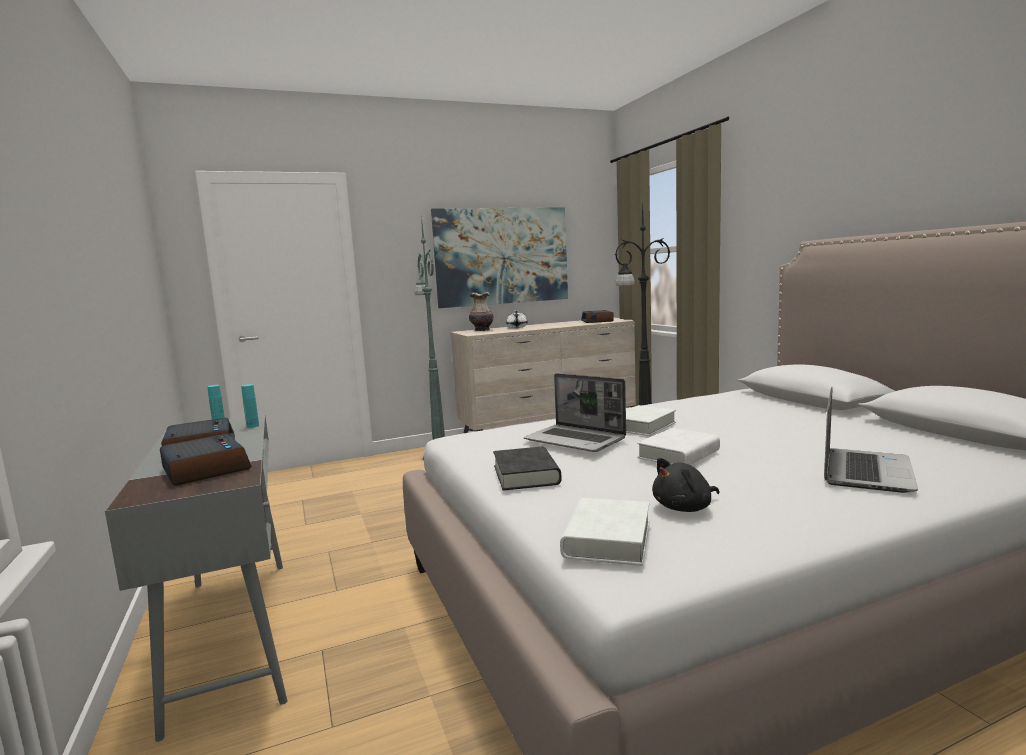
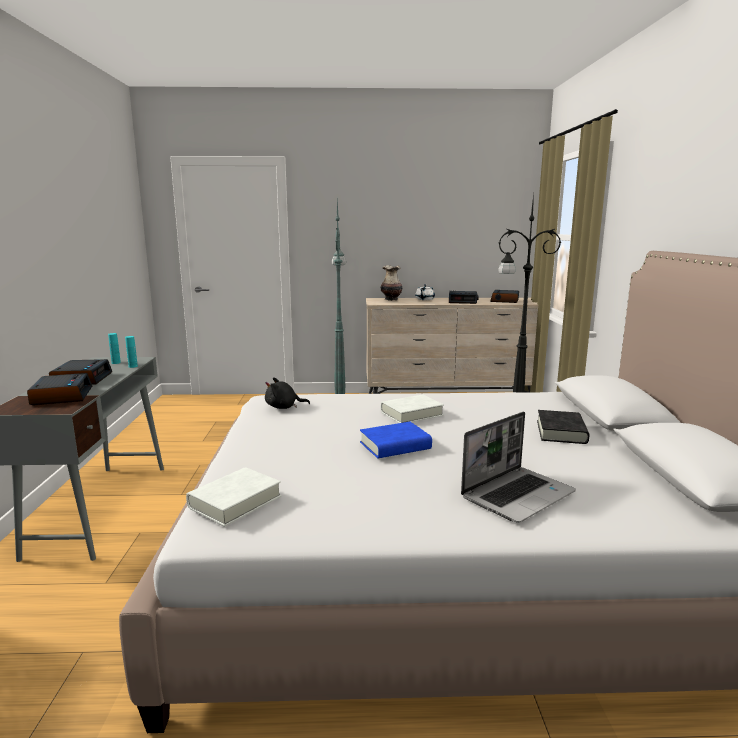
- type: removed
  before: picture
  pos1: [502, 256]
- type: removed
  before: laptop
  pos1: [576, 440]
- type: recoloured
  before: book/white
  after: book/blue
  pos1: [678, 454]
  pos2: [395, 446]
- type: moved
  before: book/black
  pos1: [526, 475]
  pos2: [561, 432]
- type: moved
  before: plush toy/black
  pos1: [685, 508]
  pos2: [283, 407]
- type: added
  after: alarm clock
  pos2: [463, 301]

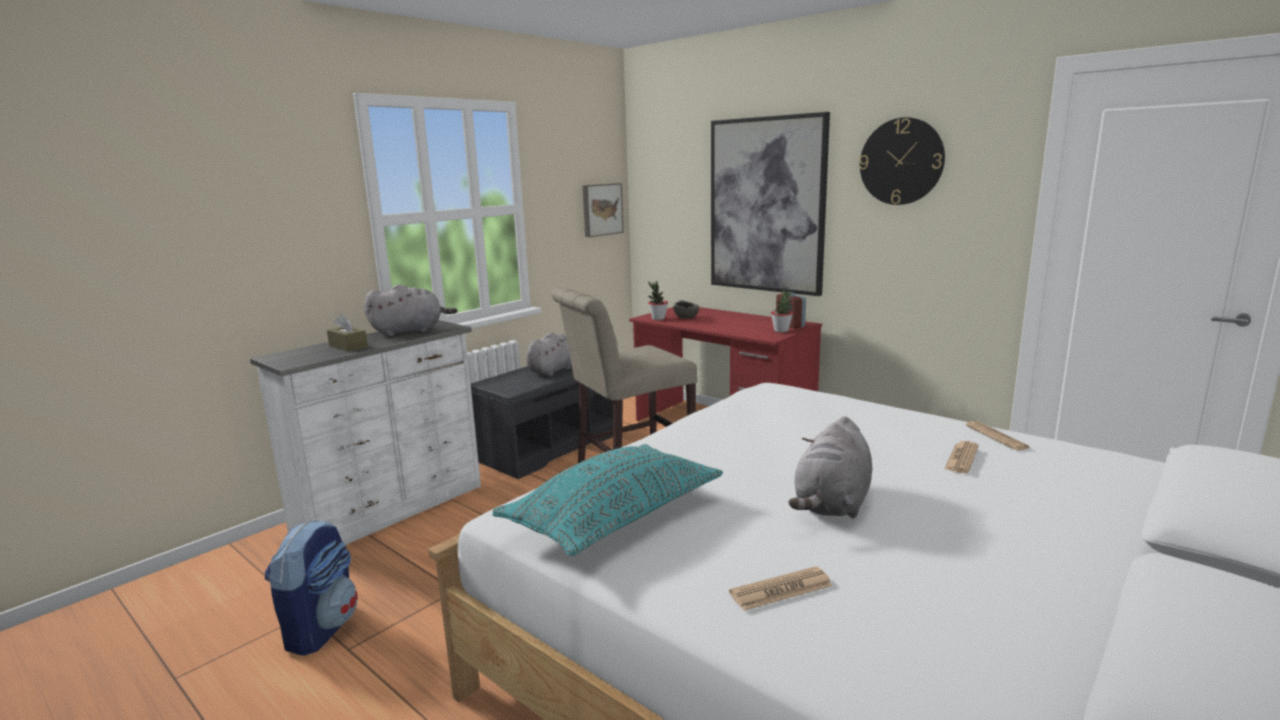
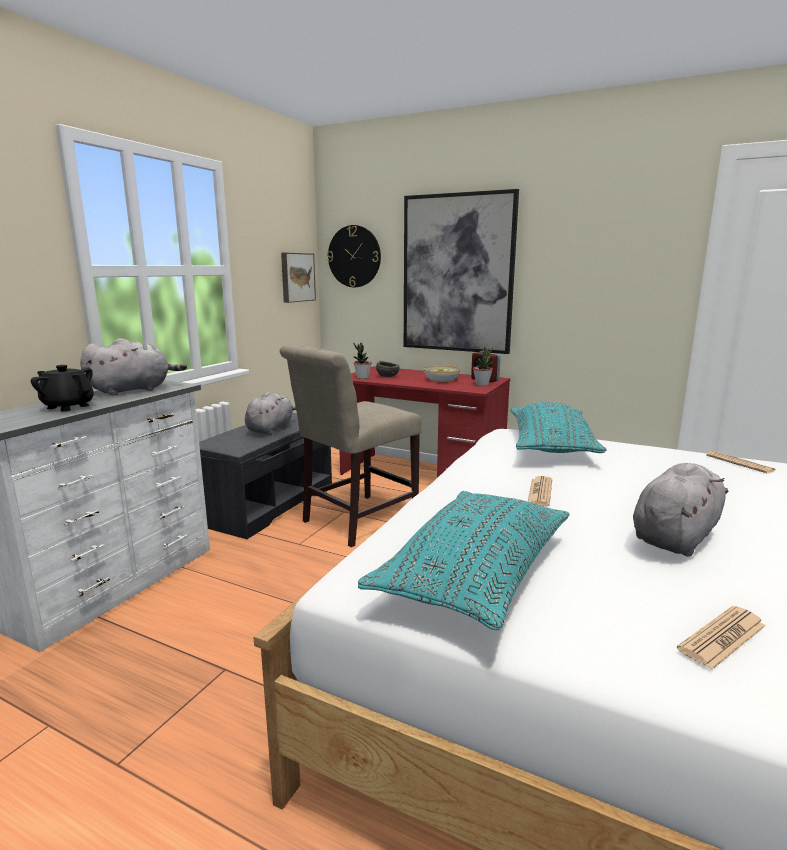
- type: moved
  before: wall clock
  pos1: [901, 161]
  pos2: [354, 256]
- type: replaced
  before: tissue box/brown
  after: teapot/black
  pos1: [348, 346]
  pos2: [68, 406]
- type: turned
  before: plush toy/grey
  pos1: [832, 504]
  pos2: [675, 536]
  turn: -150
- type: moved
  before: newspaper
  pos1: [961, 458]
  pos2: [540, 492]
- type: removed
  before: backpack
  pos1: [320, 628]
- type: added
  after: bowl
  pos2: [441, 379]
- type: added
  after: pillow/turquoise
  pos2: [550, 445]

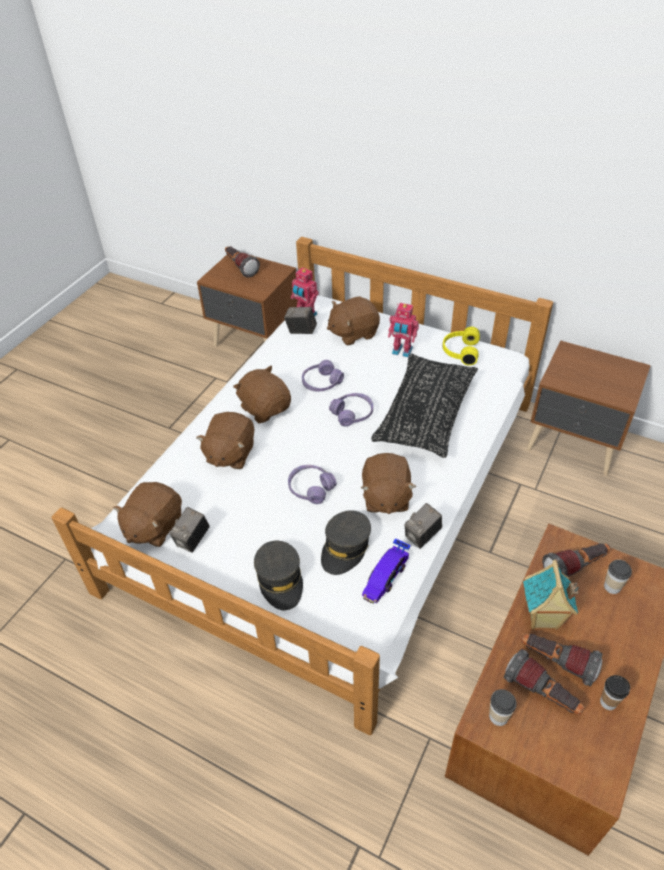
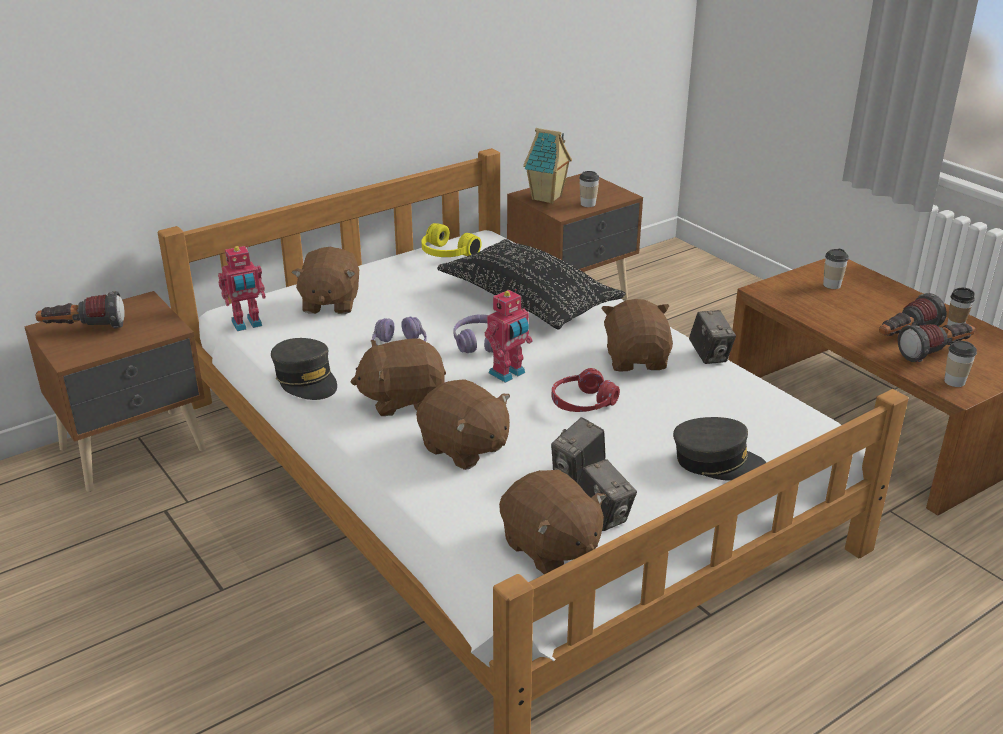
- type: moved
  before: toy robot
  pos1: [401, 352]
  pos2: [508, 374]
- type: moved
  before: photo camera
  pos1: [301, 331]
  pos2: [577, 472]
- type: turned
  before: plush toy/brown
  pos1: [385, 497]
  pos2: [637, 360]
  turn: -120
- type: recoloured
  before: headphones/purple
  after: headphones/red
  pos1: [311, 488]
  pos2: [582, 403]
- type: moved
  before: cap/grey
  pos1: [345, 548]
  pos2: [306, 380]
- type: removed
  before: toy car
  pos1: [386, 577]
- type: removed
  before: flashlight
  pos1: [575, 568]
- type: moved
  before: toy house
  pos1: [542, 618]
  pos2: [547, 198]
- type: added
  after: cup
  pos2: [588, 204]

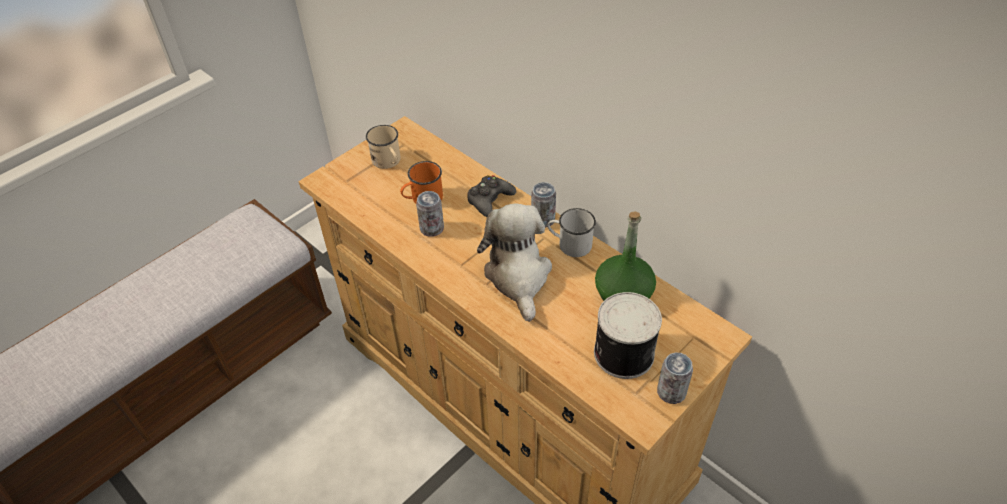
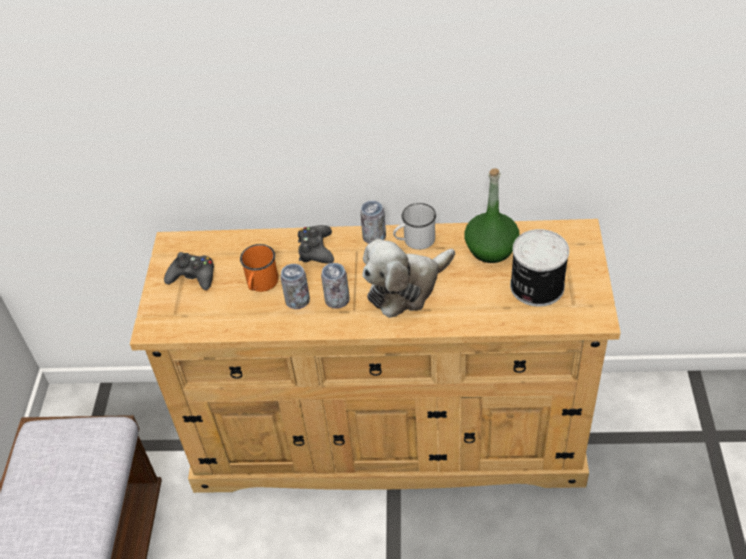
- type: replaced
  before: mug/beige
  after: game controller/black
  pos1: [388, 162]
  pos2: [193, 276]
- type: turned
  before: plush toy
  pos1: [518, 276]
  pos2: [406, 288]
  turn: -75
- type: moved
  before: can
  pos1: [671, 392]
  pos2: [337, 300]

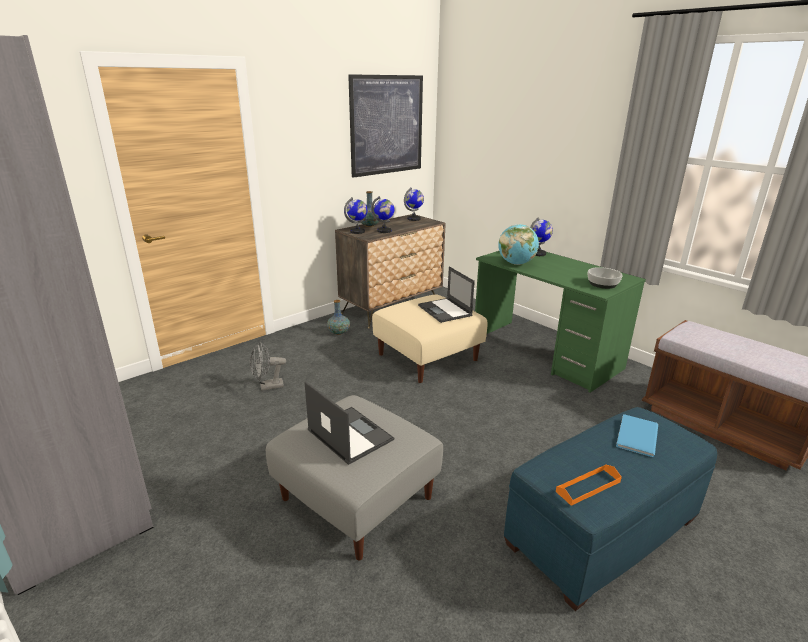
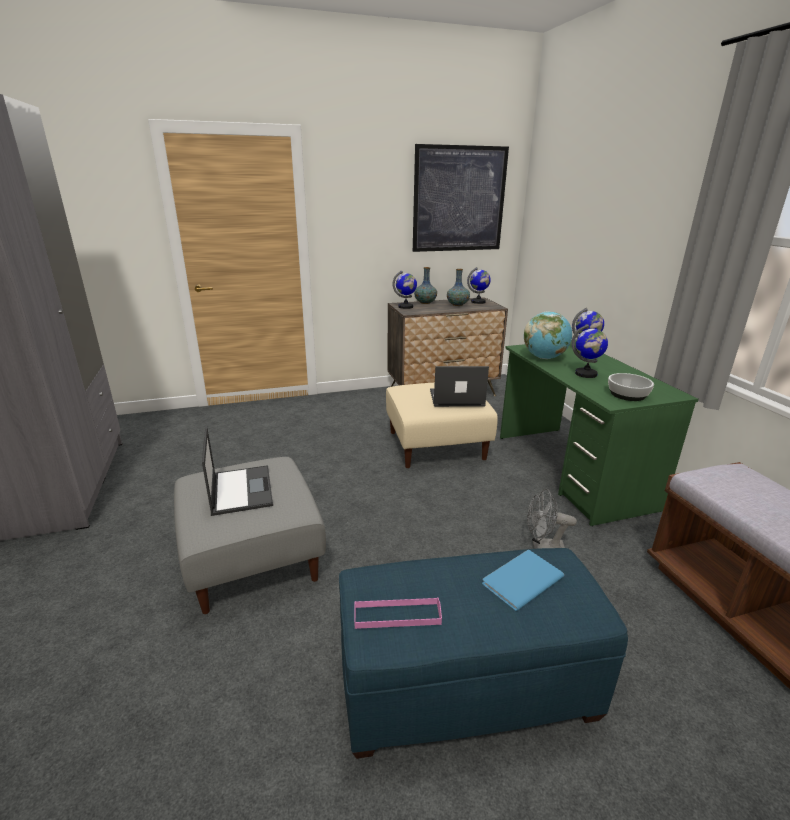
- type: moved
  before: globe
  pos1: [384, 231]
  pos2: [586, 374]
- type: turned
  before: laptop
  pos1: [445, 311]
  pos2: [455, 398]
  turn: 90
- type: moved
  before: vase
  pos1: [339, 332]
  pos2: [457, 305]
- type: moved
  before: fan/grey
  pos1: [267, 386]
  pos2: [542, 548]
- type: recoloured
  before: tray/orange
  after: tray/pink
  pos1: [588, 486]
  pos2: [397, 615]

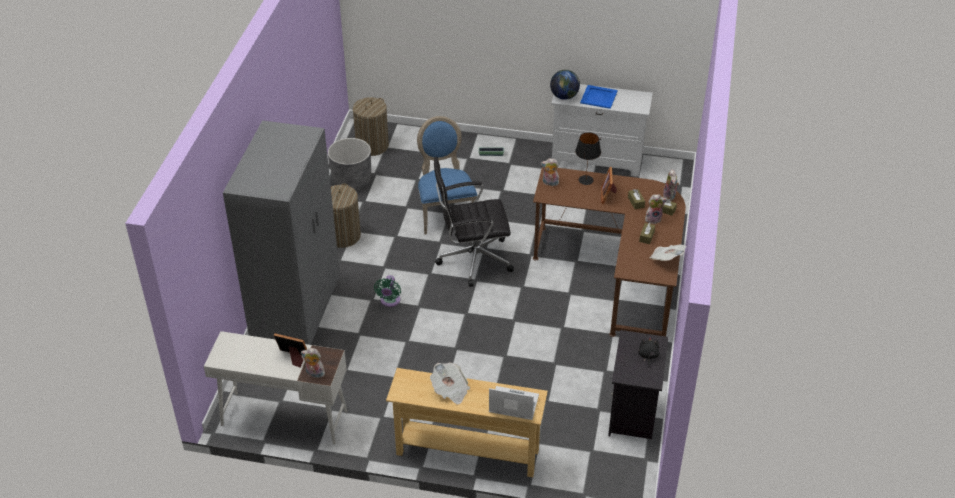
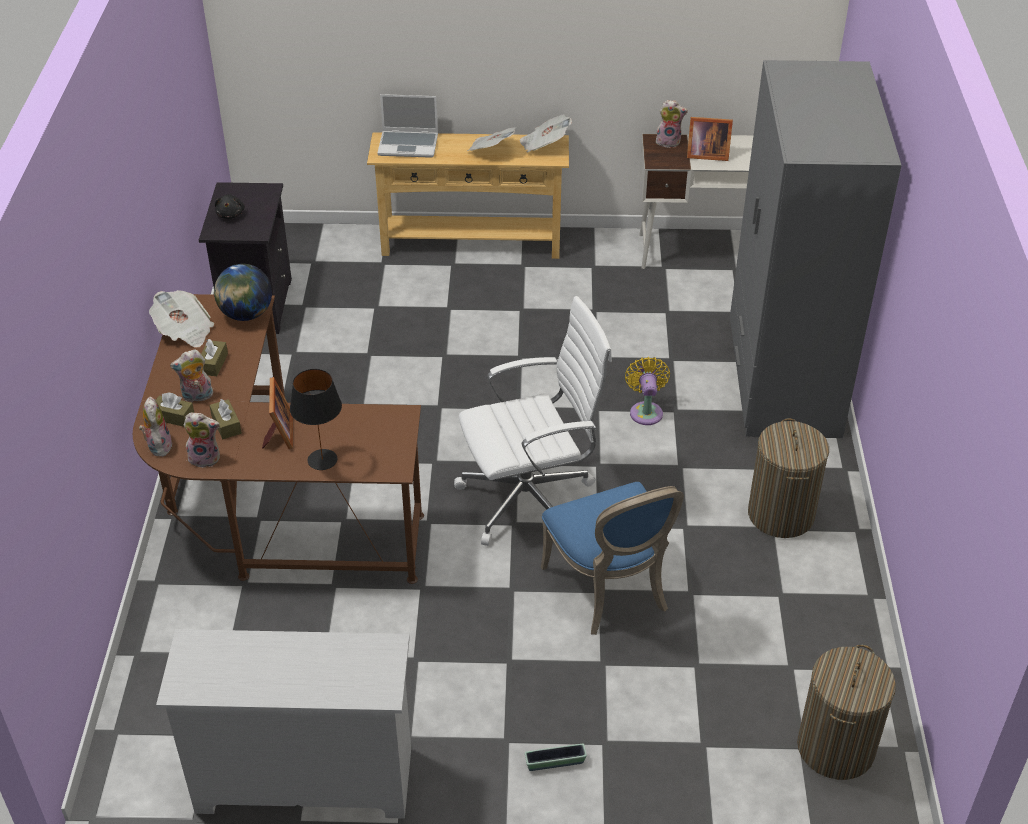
- type: moved
  before: globe
  pos1: [564, 96]
  pos2: [246, 314]
- type: removed
  before: tray/blue
  pos1: [598, 97]
- type: removed
  before: planter/grey
  pos1: [352, 180]
- type: recoloured
  before: office chair/black
  after: office chair/white
  pos1: [472, 259]
  pos2: [531, 499]
- type: moved
  before: plush toy
  pos1: [549, 183]
  pos2: [206, 457]
- type: recoloured
  before: fan/green
  after: fan/yellow
  pos1: [389, 301]
  pos2: [646, 411]
- type: added
  after: newspaper
  pos2: [544, 145]

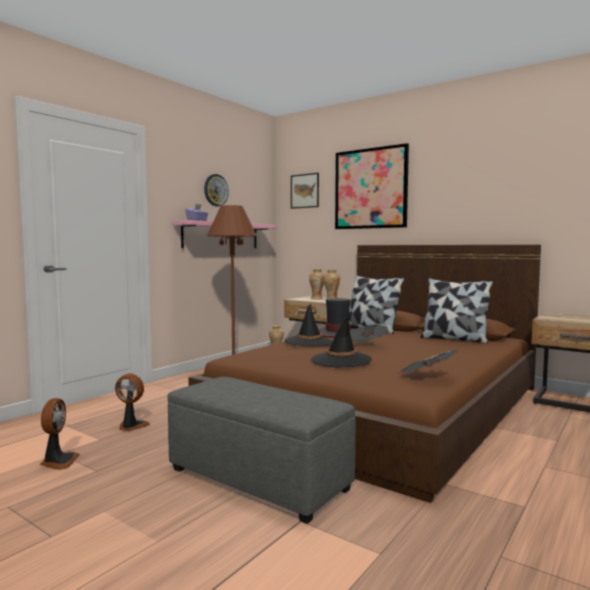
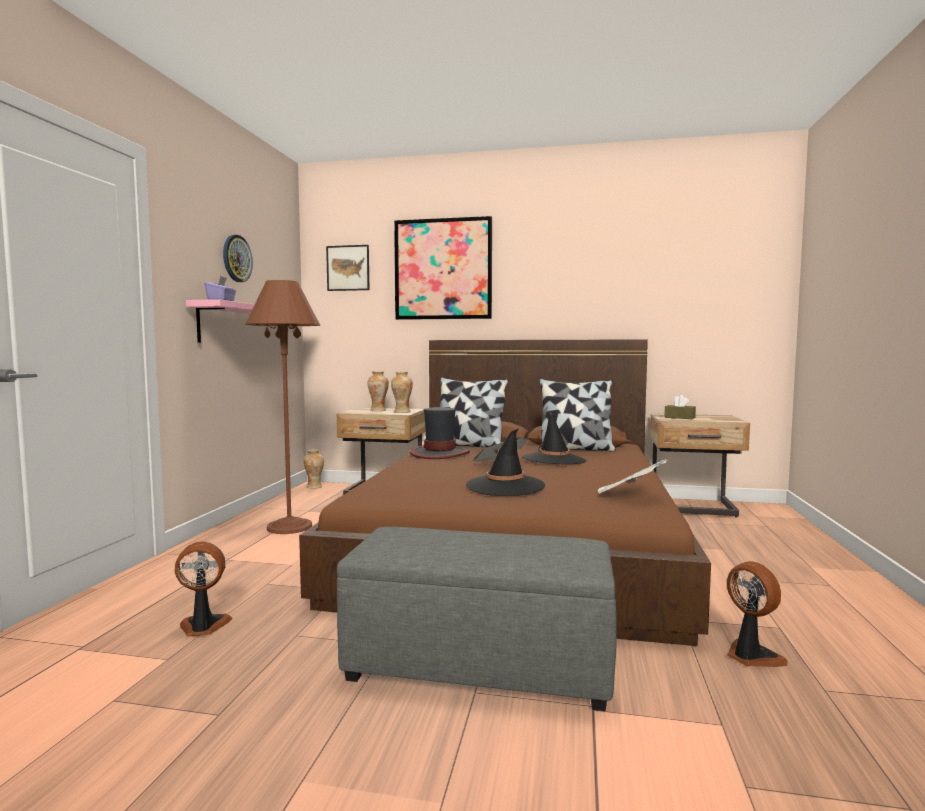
- type: moved
  before: hat/black
  pos1: [309, 342]
  pos2: [554, 460]
- type: moved
  before: fan
  pos1: [58, 462]
  pos2: [751, 656]
- type: added
  after: tissue box/brown
  pos2: [679, 417]

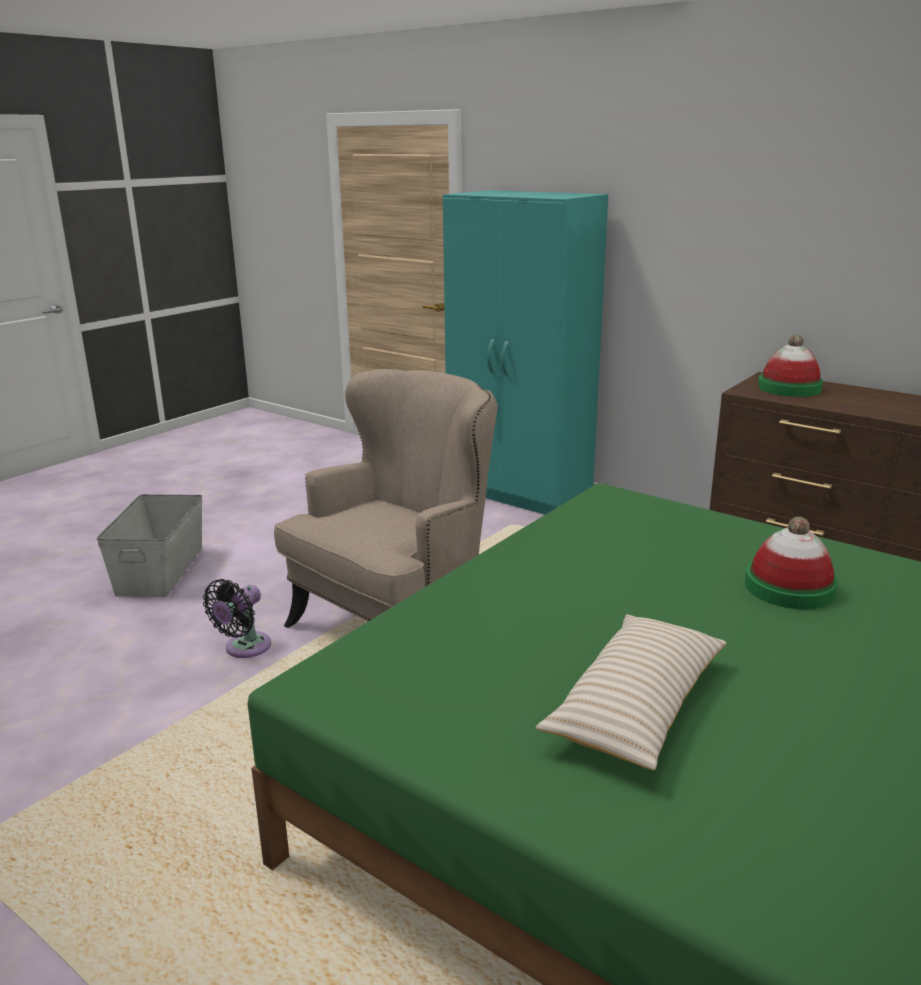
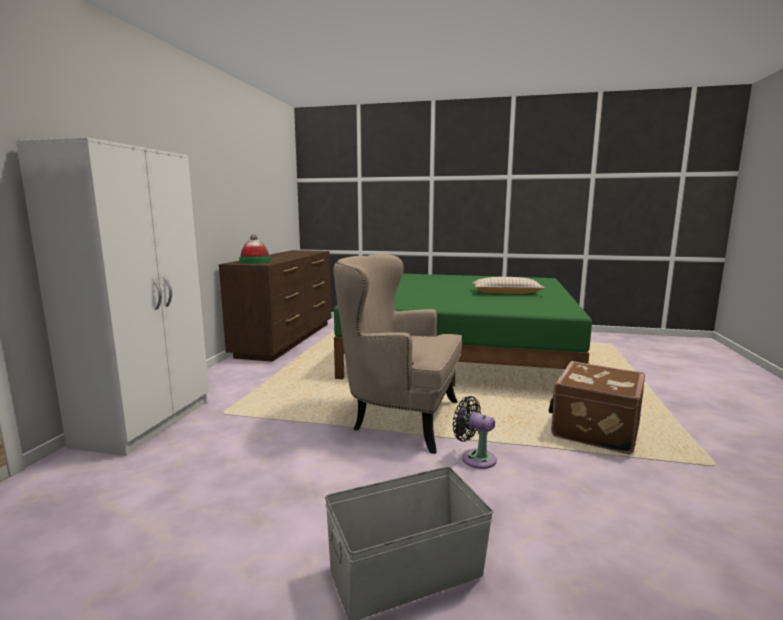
- type: recoloured
  before: wardrobe/turquoise
  after: wardrobe/white
  pos1: [520, 493]
  pos2: [147, 422]
- type: removed
  before: hat
  pos1: [789, 587]
- type: turned
  before: fan/black
  pos1: [244, 648]
  pos2: [475, 458]
  turn: -150
- type: added
  after: suitcase/brown
  pos2: [593, 430]

